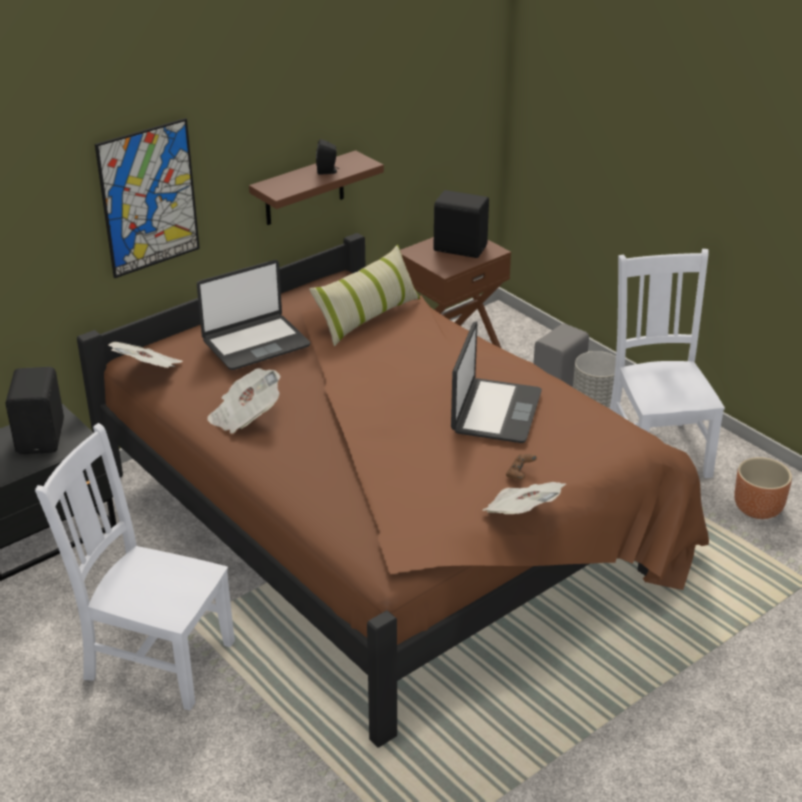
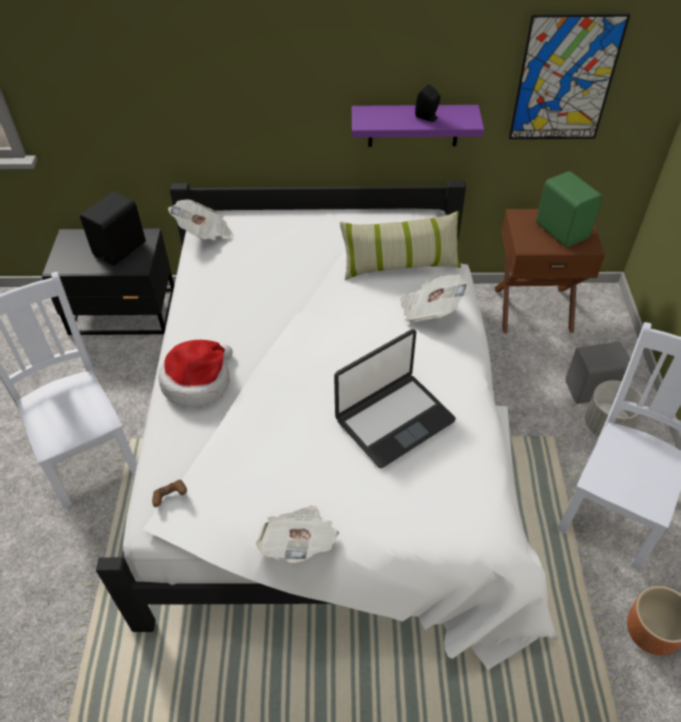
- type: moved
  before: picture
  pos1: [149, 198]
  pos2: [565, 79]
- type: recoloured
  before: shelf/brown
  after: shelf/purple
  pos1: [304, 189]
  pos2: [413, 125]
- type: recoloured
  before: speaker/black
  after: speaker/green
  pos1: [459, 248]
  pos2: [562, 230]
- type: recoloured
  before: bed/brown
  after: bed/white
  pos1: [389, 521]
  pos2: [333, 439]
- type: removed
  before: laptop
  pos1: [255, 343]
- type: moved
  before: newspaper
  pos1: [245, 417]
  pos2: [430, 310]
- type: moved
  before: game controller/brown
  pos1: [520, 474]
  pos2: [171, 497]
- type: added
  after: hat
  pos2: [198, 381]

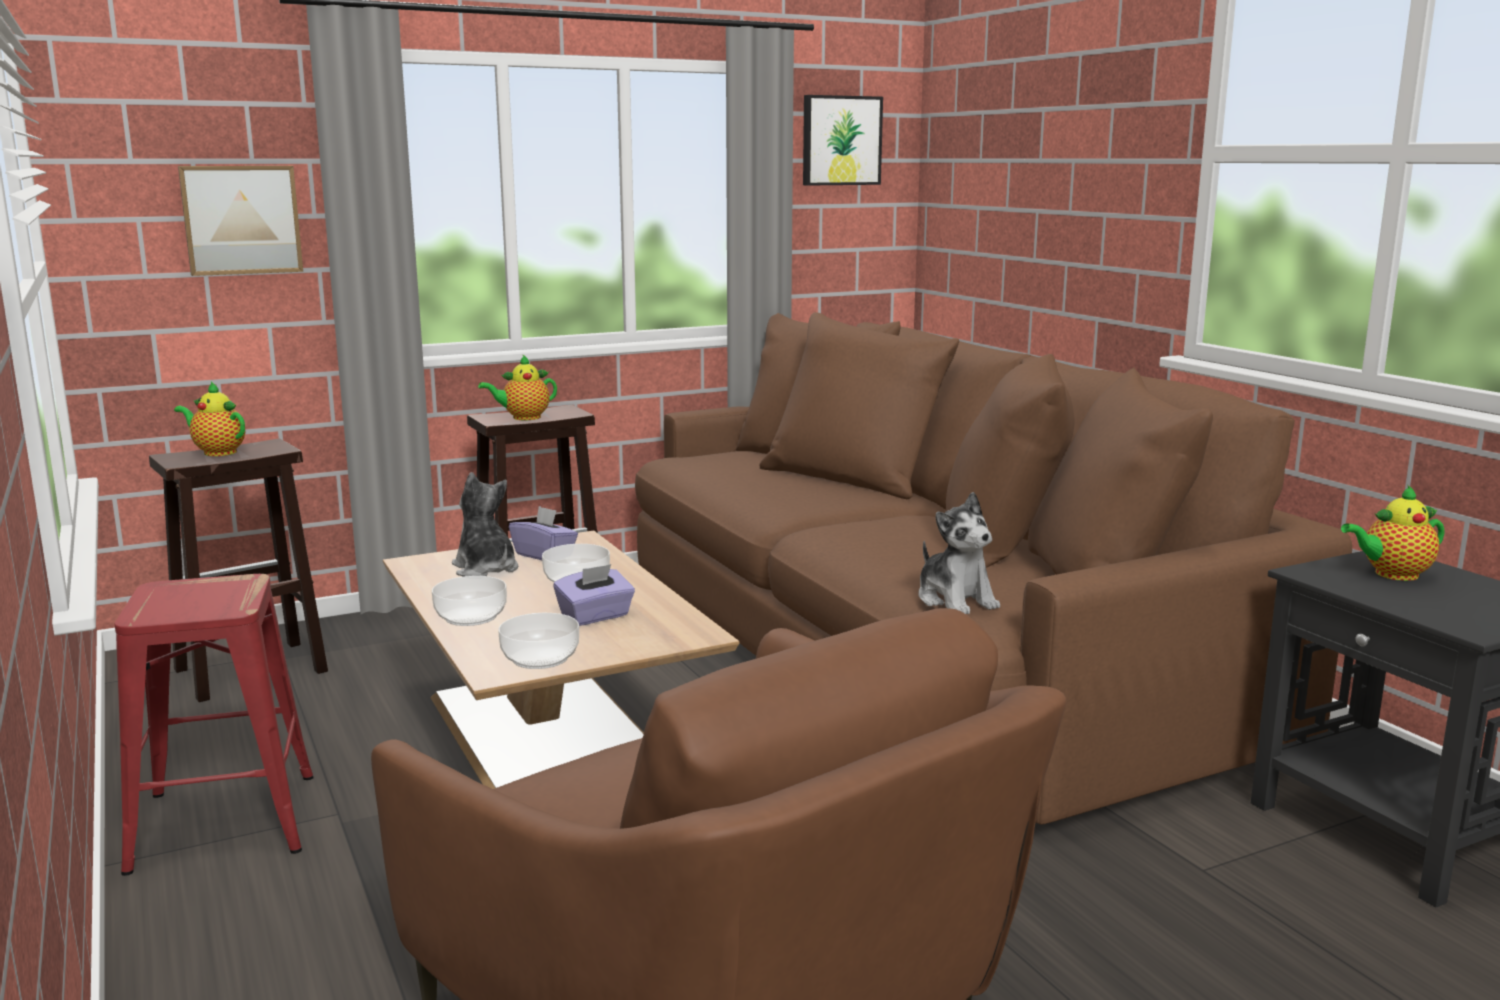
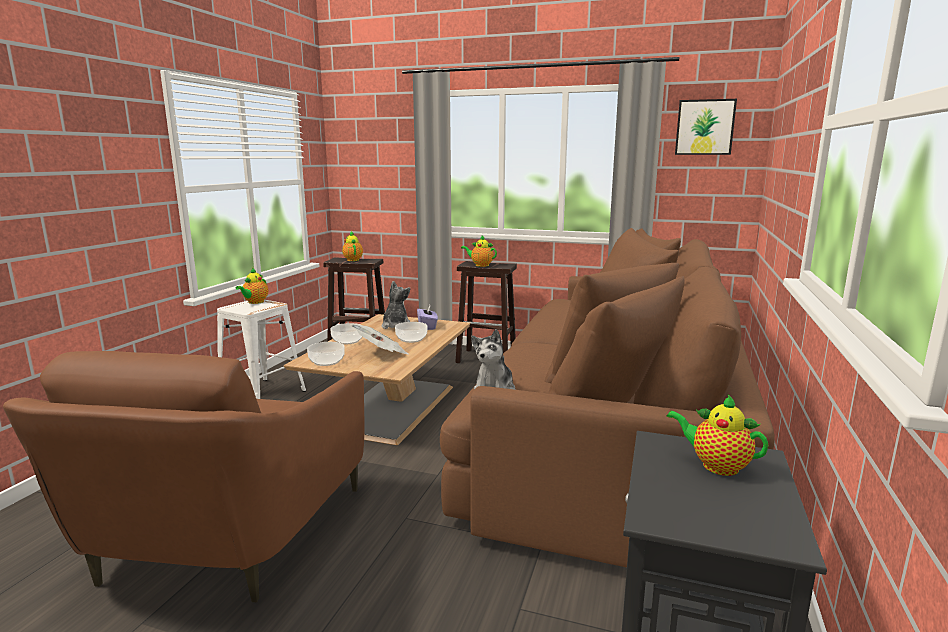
- type: removed
  before: picture
  pos1: [241, 219]
- type: replaced
  before: tissue box/purple
  after: newspaper
  pos1: [595, 616]
  pos2: [381, 353]
- type: recoloured
  before: stool/red
  after: stool/white
  pos1: [221, 822]
  pos2: [261, 395]
- type: added
  after: teapot
  pos2: [254, 302]

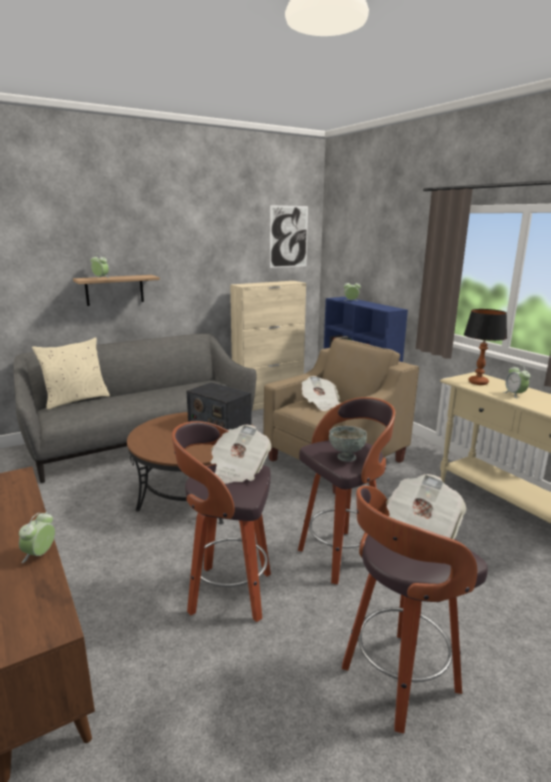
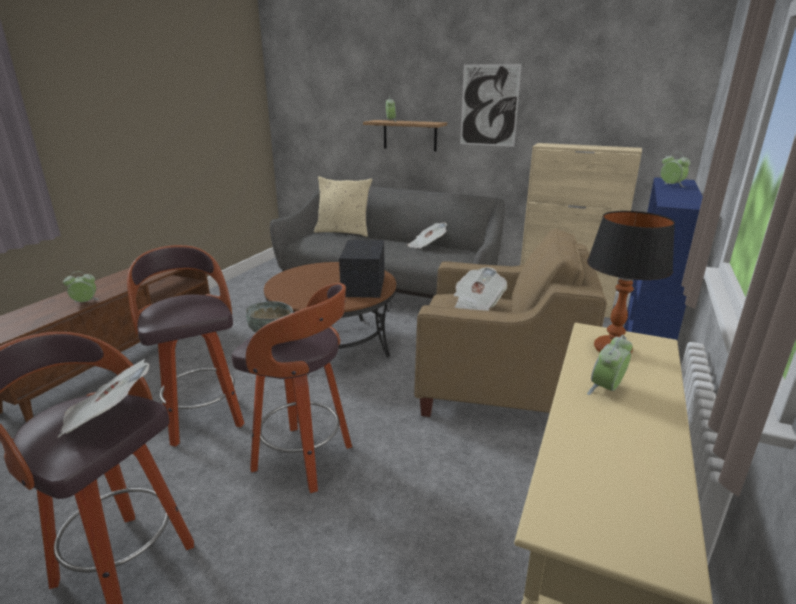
- type: moved
  before: picture
  pos1: [288, 236]
  pos2: [489, 106]
- type: moved
  before: newspaper
  pos1: [238, 470]
  pos2: [427, 246]

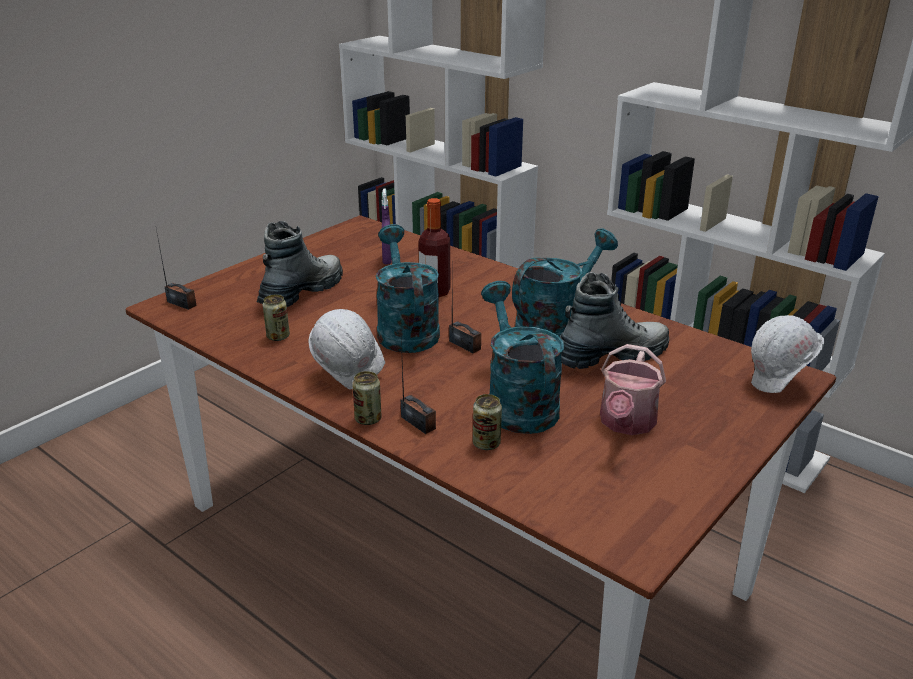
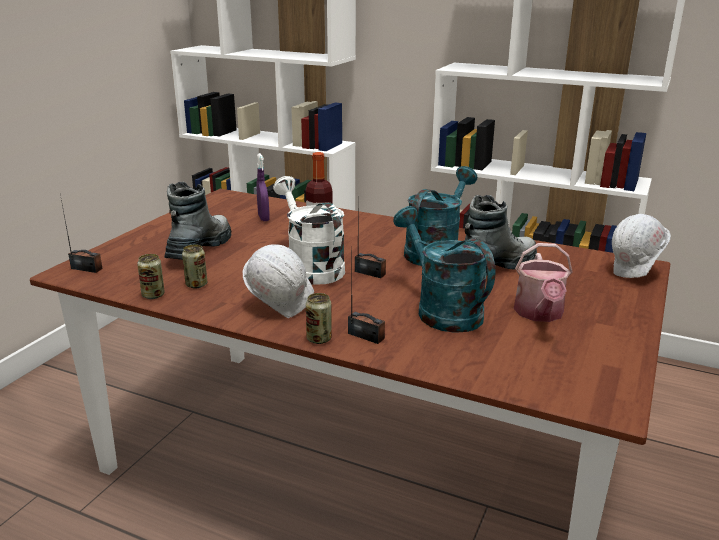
- type: recoloured
  before: watering can/turquoise
  after: watering can/white
  pos1: [405, 329]
  pos2: [310, 267]
- type: moved
  before: can
  pos1: [486, 444]
  pos2: [153, 295]

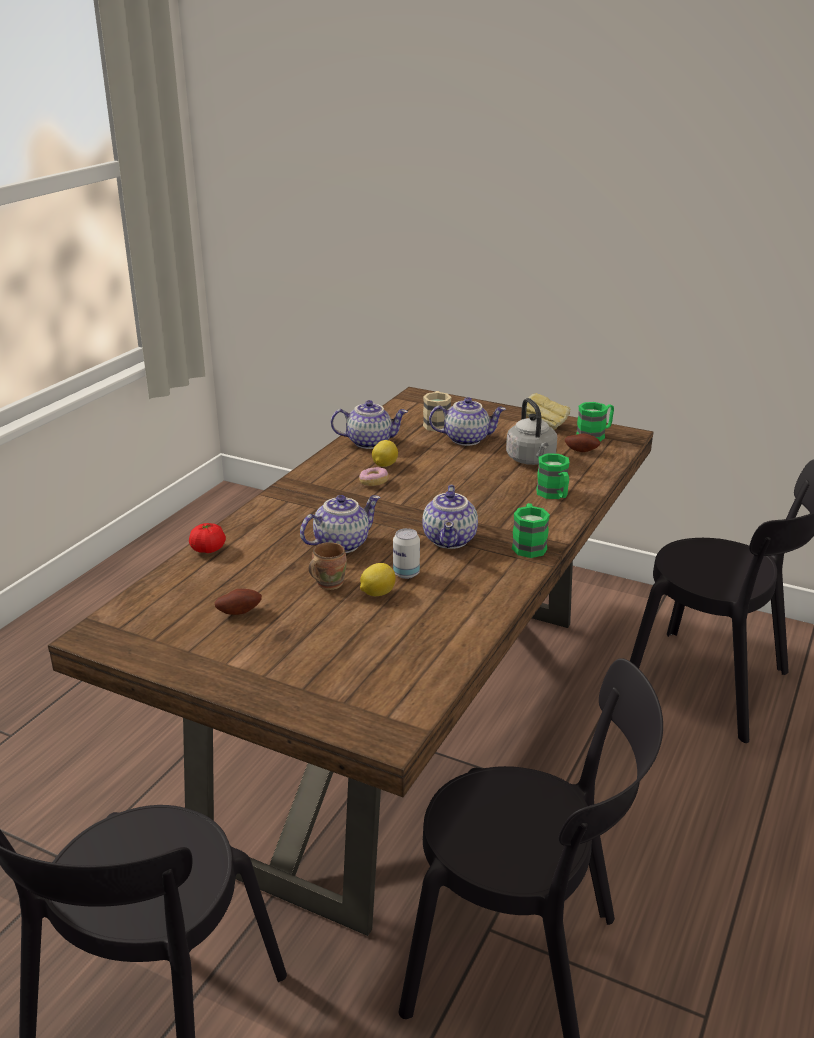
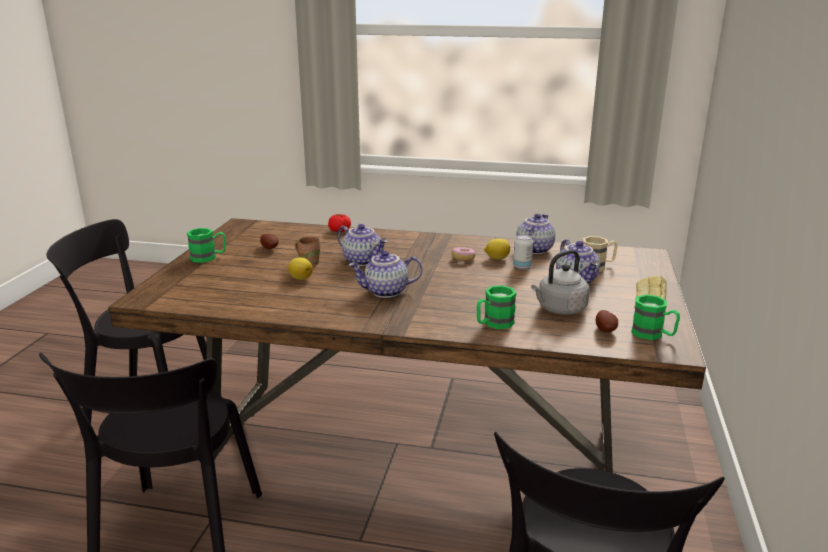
- type: turned
  before: teapot
  pos1: [370, 442]
  pos2: [533, 249]
  turn: -135
- type: moved
  before: mug/green
  pos1: [528, 545]
  pos2: [208, 257]
- type: moved
  before: can
  pos1: [406, 573]
  pos2: [522, 267]

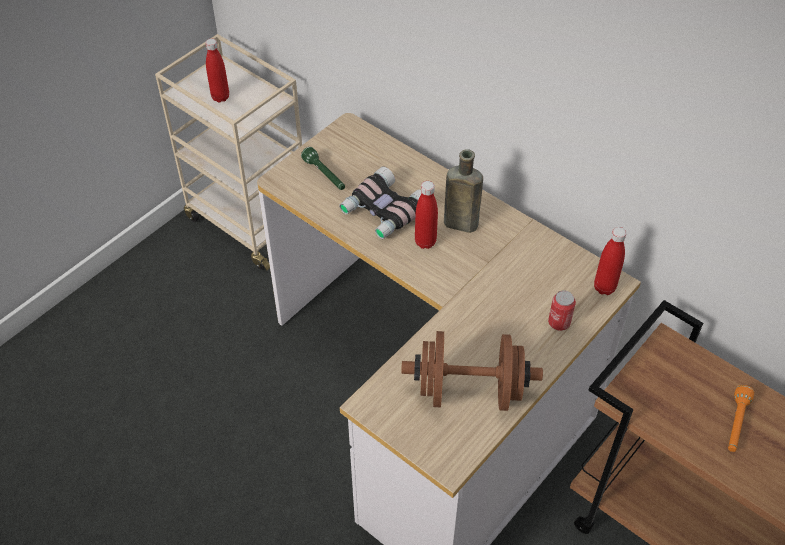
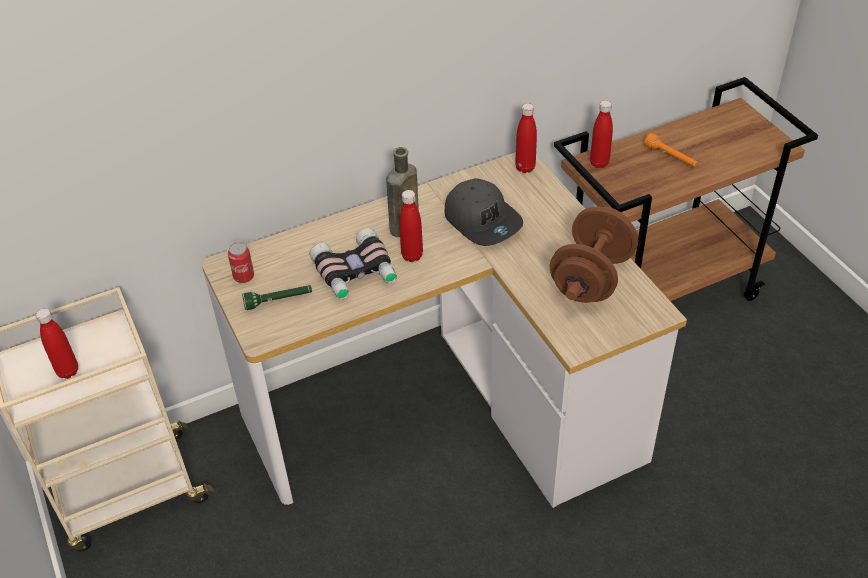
- type: moved
  before: can
  pos1: [559, 323]
  pos2: [244, 277]
- type: added
  after: bottle/red
  pos2: [599, 163]
- type: added
  after: cap/grey
  pos2: [483, 220]

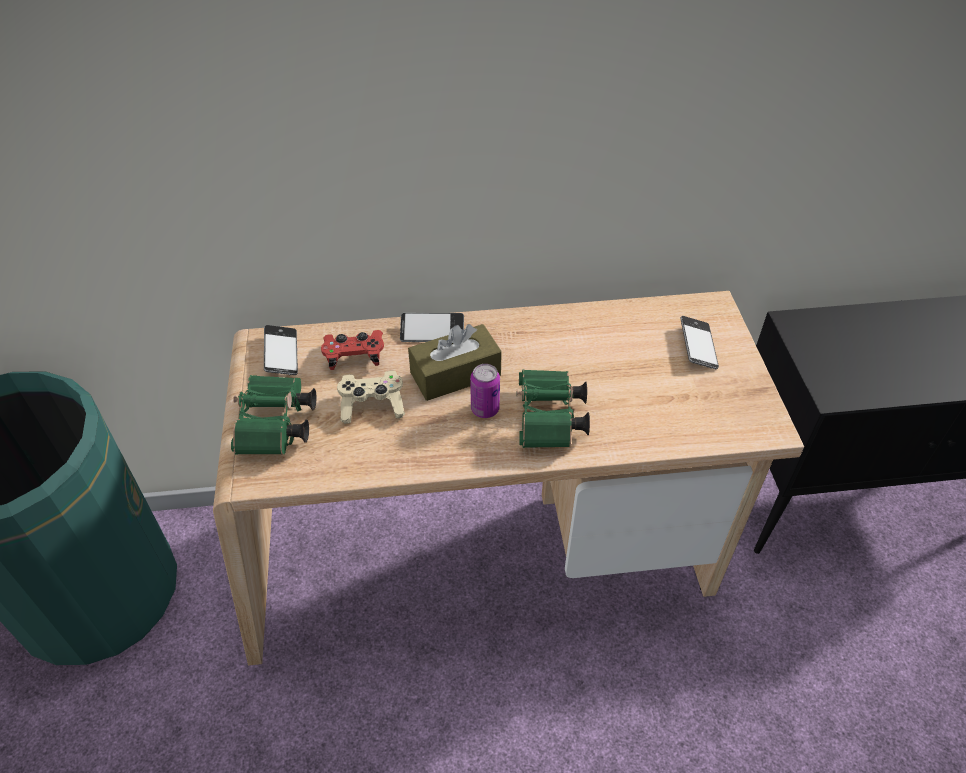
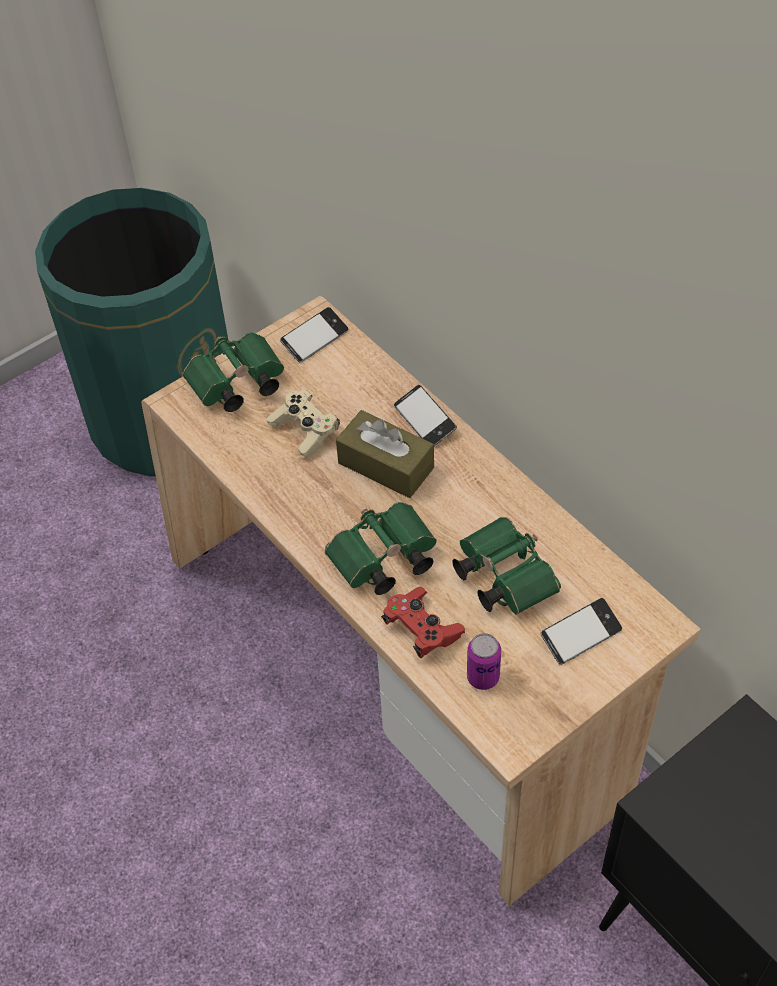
- type: moved
  before: game controller/red
  pos1: [354, 356]
  pos2: [422, 629]
- type: moved
  before: can
  pos1: [485, 409]
  pos2: [483, 677]
- type: added
  after: binoculars/green
  pos2: [501, 576]

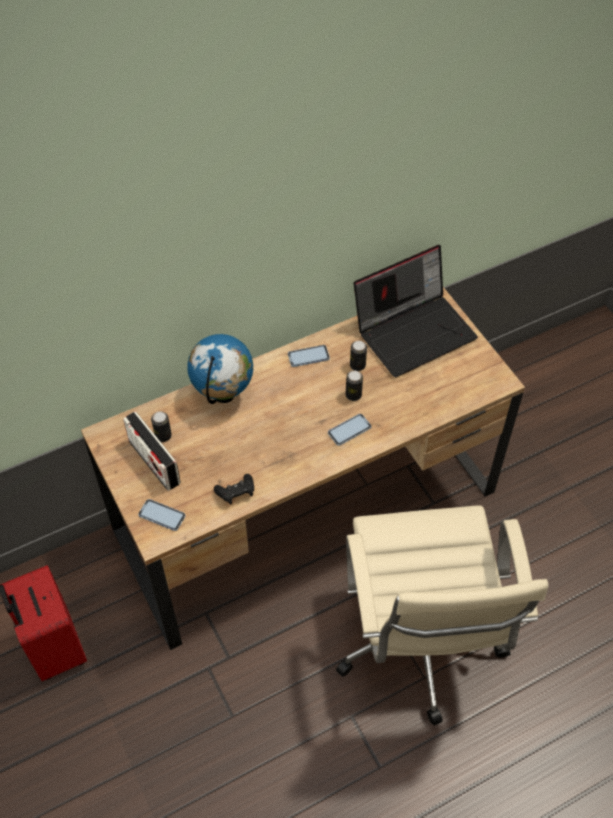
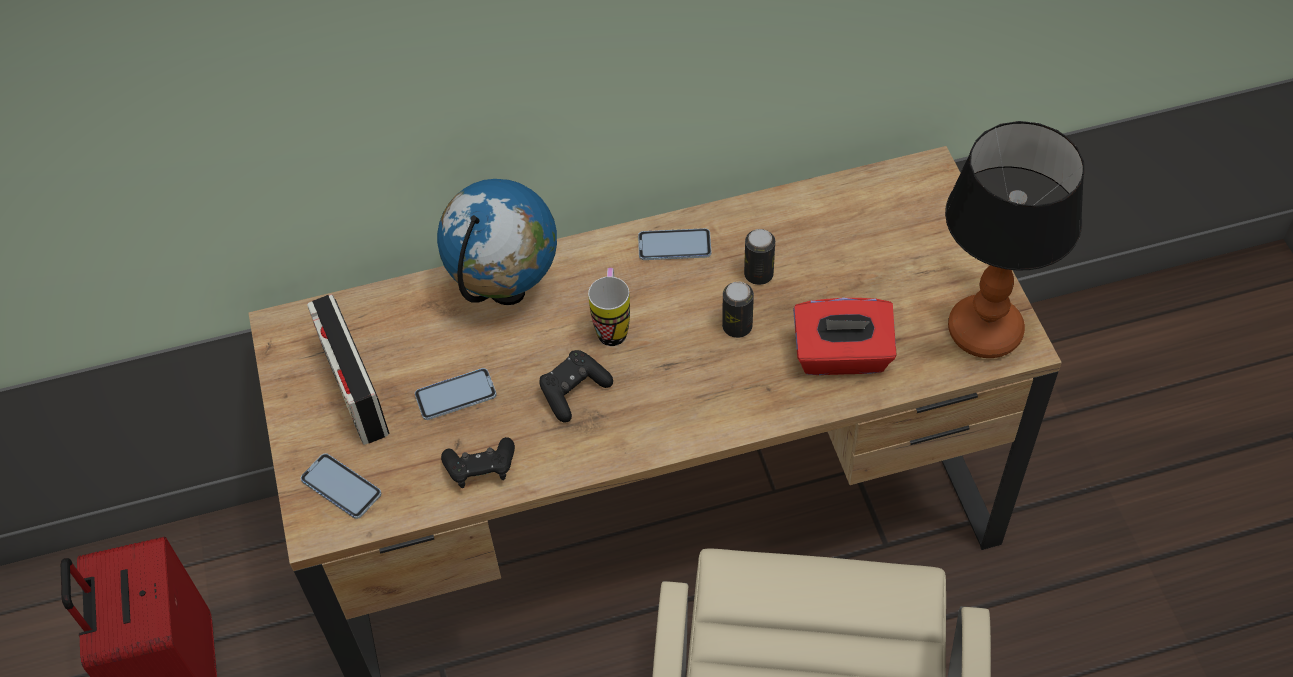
- type: removed
  before: laptop
  pos1: [414, 330]
- type: removed
  before: can
  pos1: [163, 436]
- type: moved
  before: phone
  pos1: [349, 430]
  pos2: [455, 395]
- type: added
  after: table lamp
  pos2: [985, 330]
- type: added
  after: mug
  pos2: [612, 326]
- type: added
  after: tissue box/red
  pos2: [842, 356]
- type: added
  after: game controller/black
  pos2: [574, 391]

